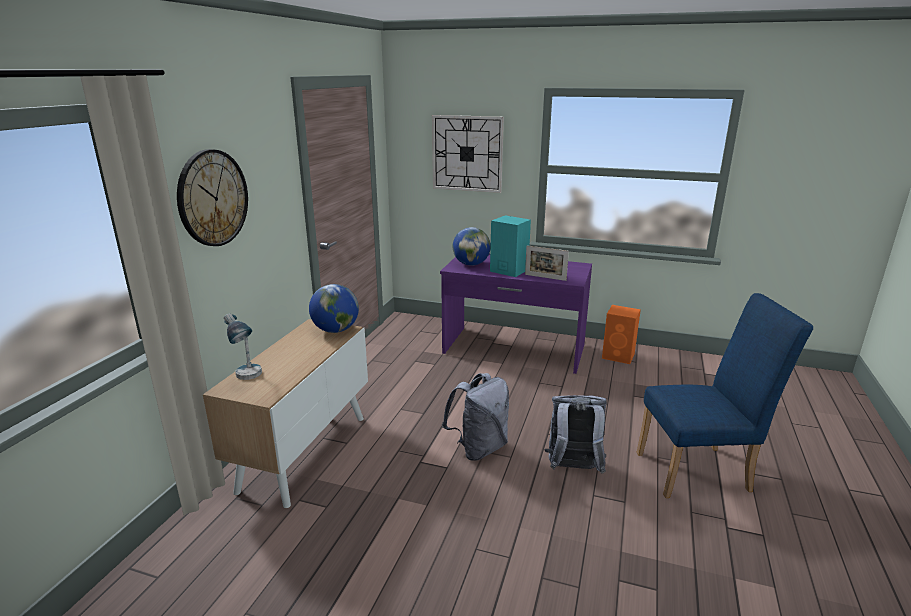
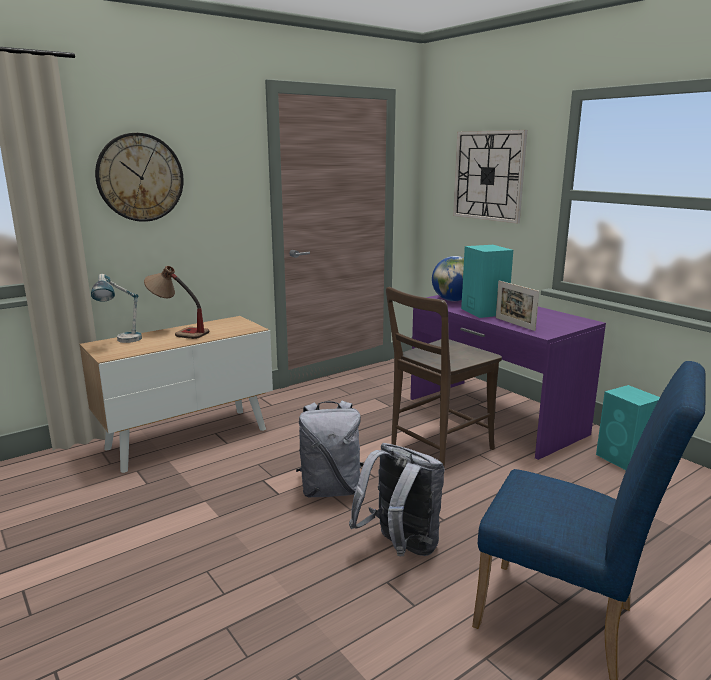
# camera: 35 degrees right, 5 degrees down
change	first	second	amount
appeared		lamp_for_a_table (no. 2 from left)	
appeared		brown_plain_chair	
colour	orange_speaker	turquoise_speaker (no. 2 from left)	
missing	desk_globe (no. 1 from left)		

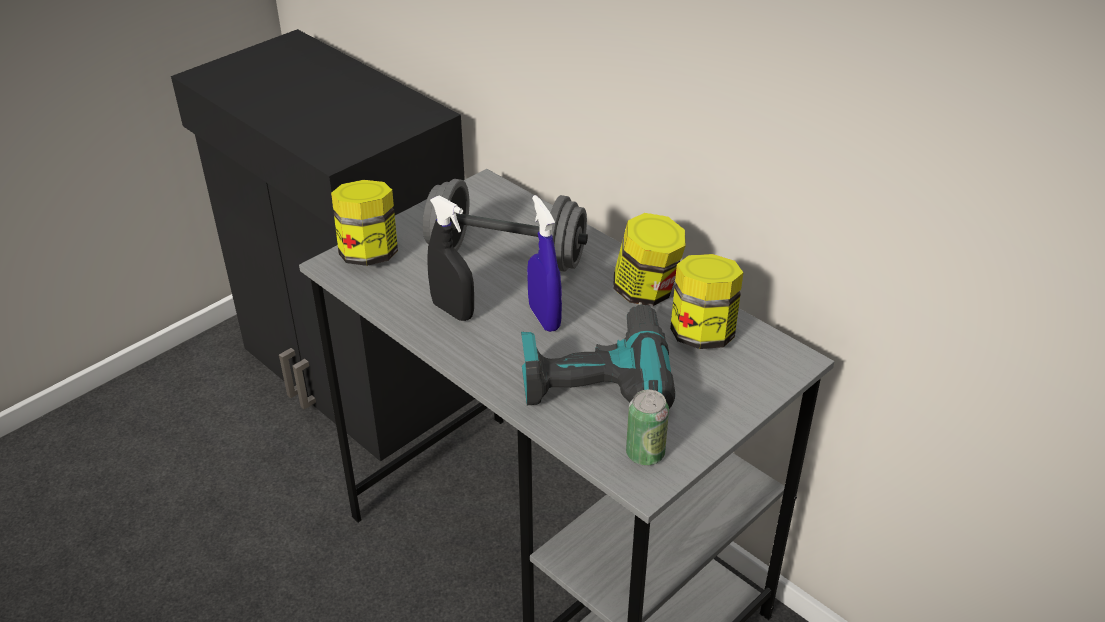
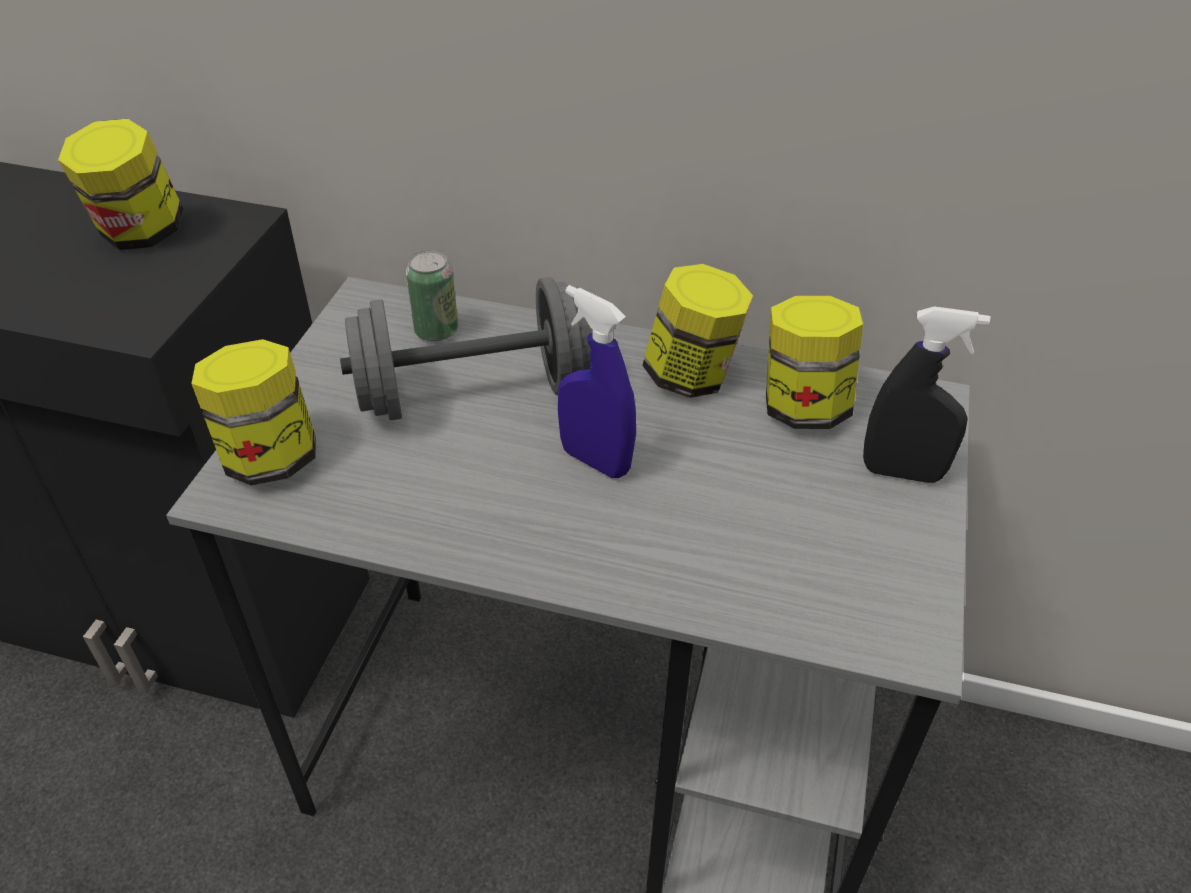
# camera: 30 degrees left, 5 degrees up
change	first	second	amount
appeared		jar (no. 1 from left)	
relocated	sealed_can		
relocated	black_sprayer		
missing	power_drill		

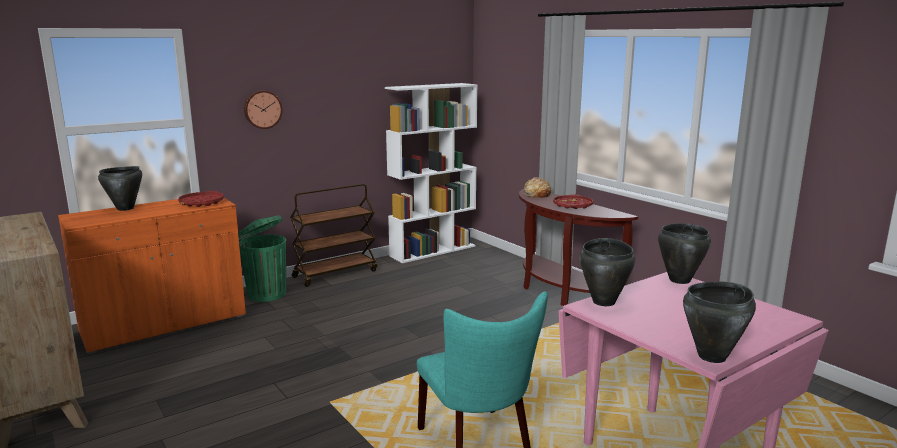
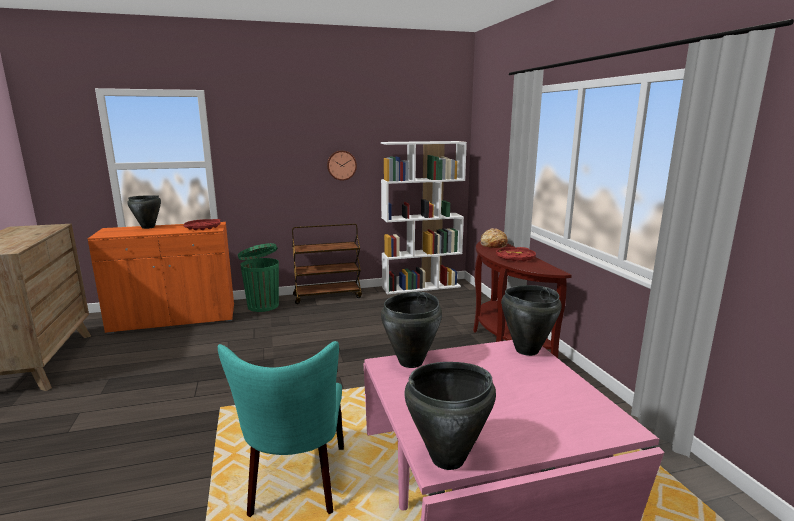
# camera: 20 degrees right, 0 degrees up
change	first	second	amount
relocated	wall_clock		

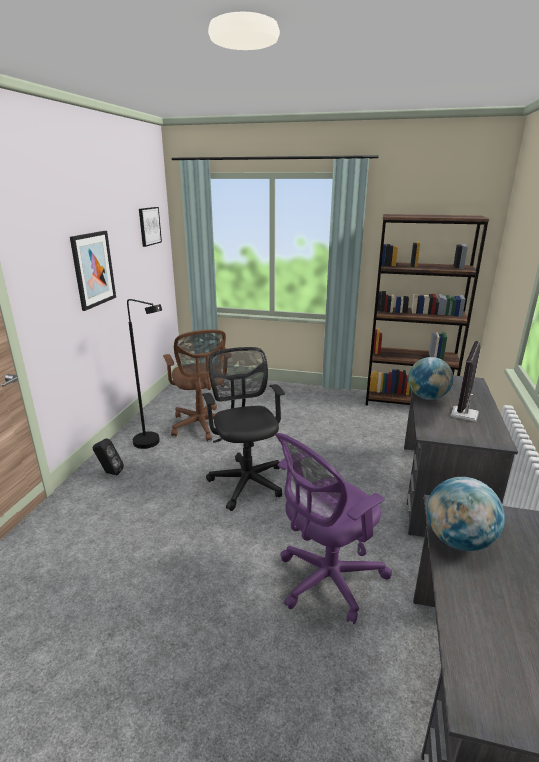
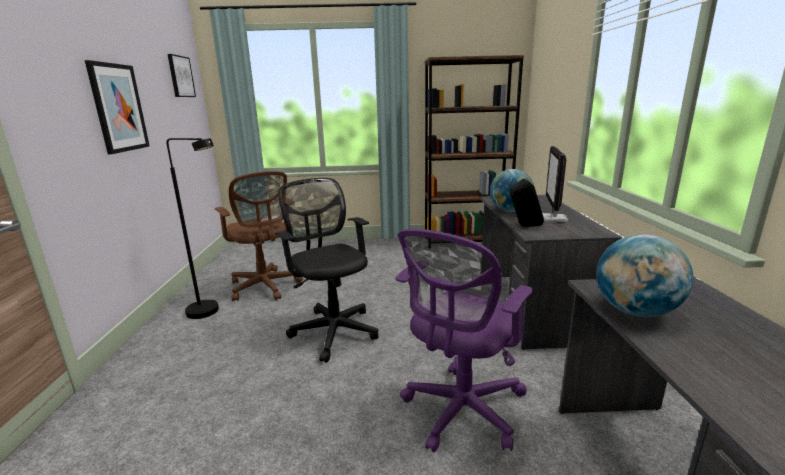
# camera: 15 degrees left, 5 degrees down
change	first	second	amount
relocated	black_speaker		

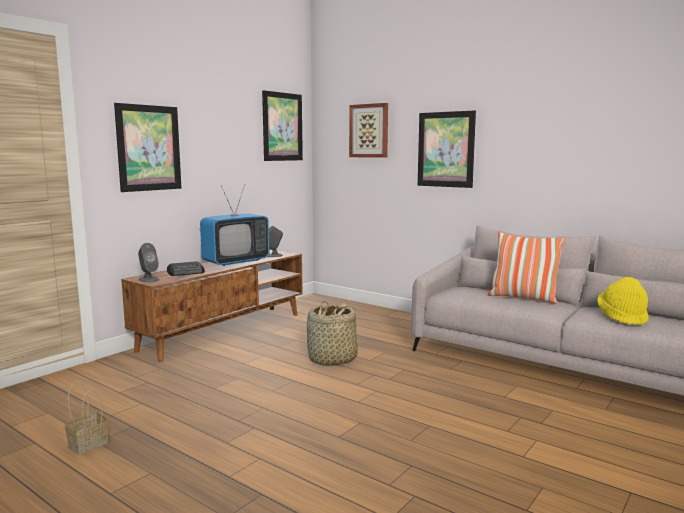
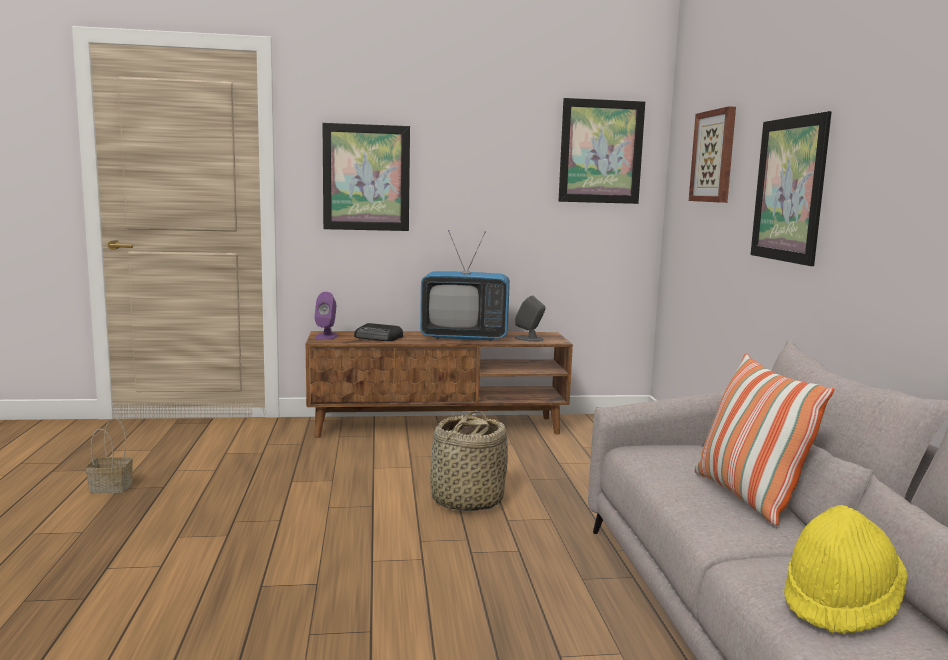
# camera: 45 degrees right, 0 degrees up
change	first	second	amount
colour	gray_speaker (no. 1 from left)	purple-coloured_speaker	

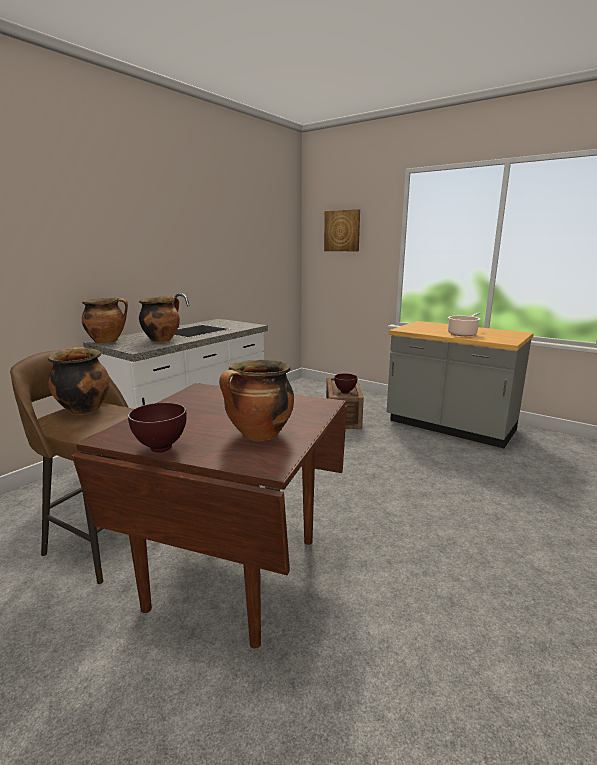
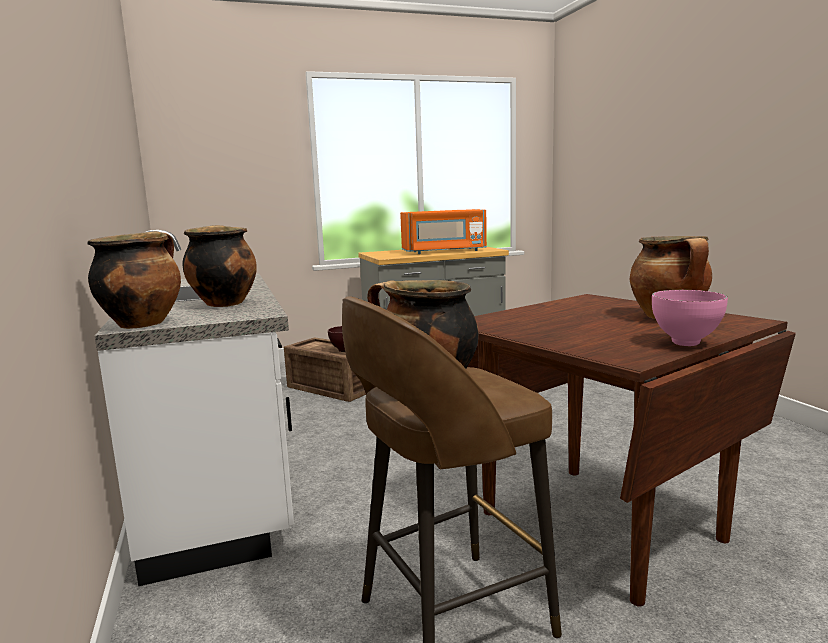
# camera: 55 degrees left, 5 degrees down
change	first	second	amount
exchanged	saucepot (no. 5 from left)	orange_kitchen_microwave	
colour	brown_serving_bowl (no. 1 from left)	pink_serving_bowl	
missing	wall_art		

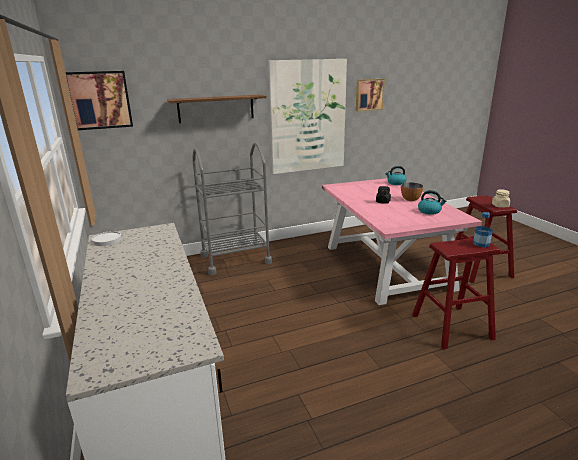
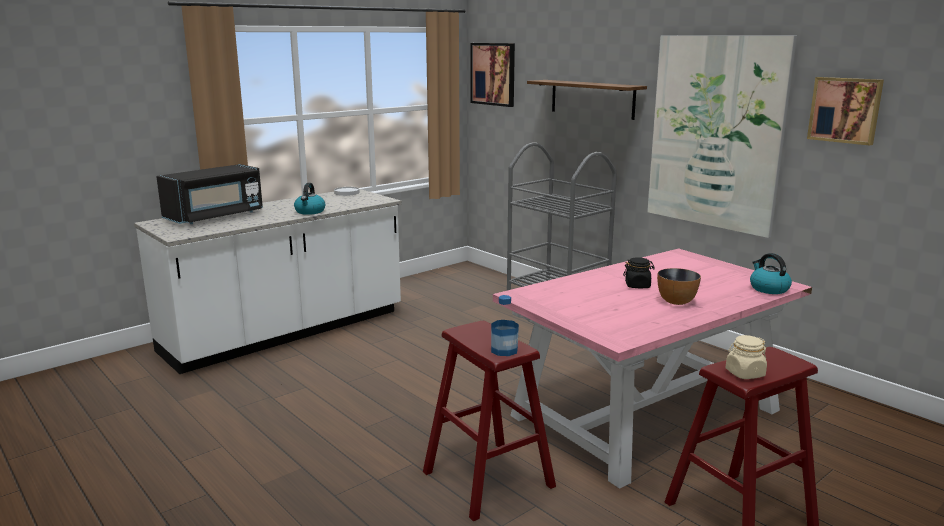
# camera: 70 degrees right, 5 degrees down
change	first	second	amount
appeared		black_kitchen_microwave	
relocated	tea_kettle (no. 2 from left in the first image)	tea_kettle (no. 1 from left)	

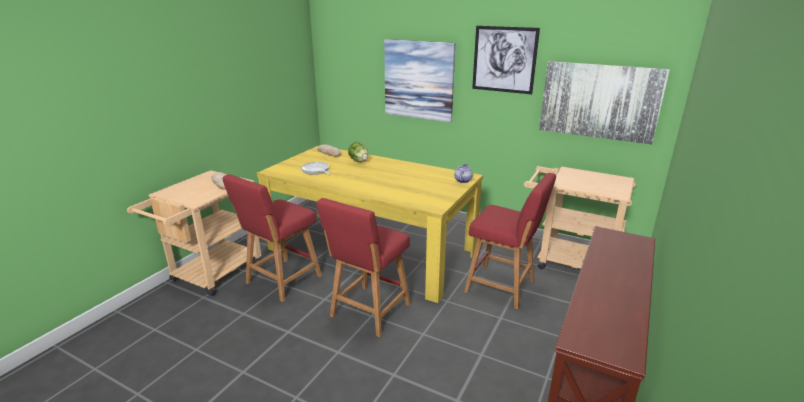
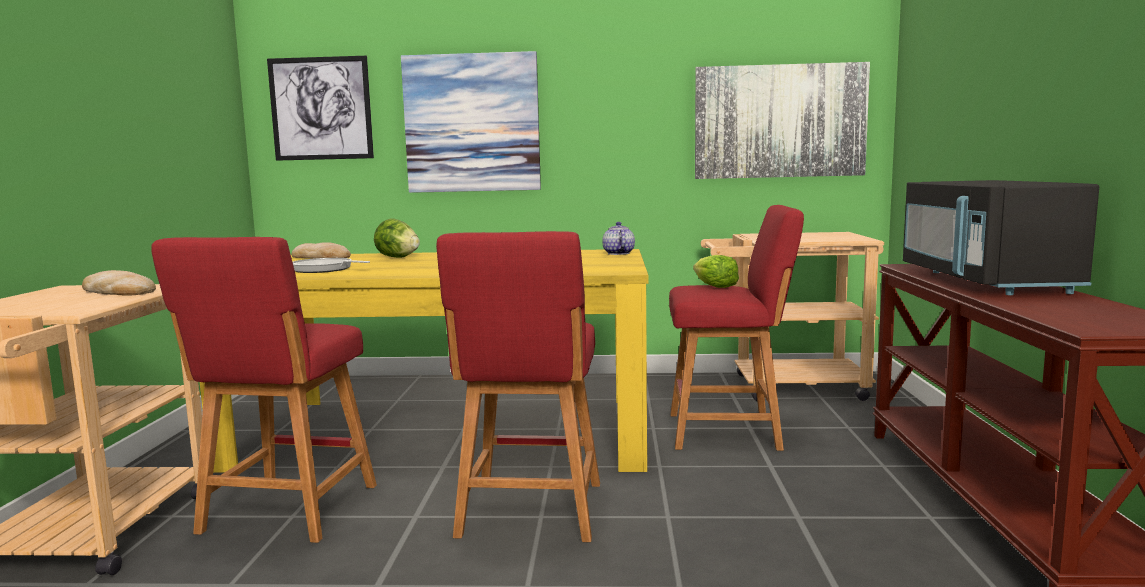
# camera: 25 degrees left, 15 degrees down
change	first	second	amount
relocated	wall_art (no. 2 from left in the first image)	wall_art (no. 1 from left)	
appeared		head_of_lettuce (no. 2 from left)	
appeared		black_kitchen_microwave	

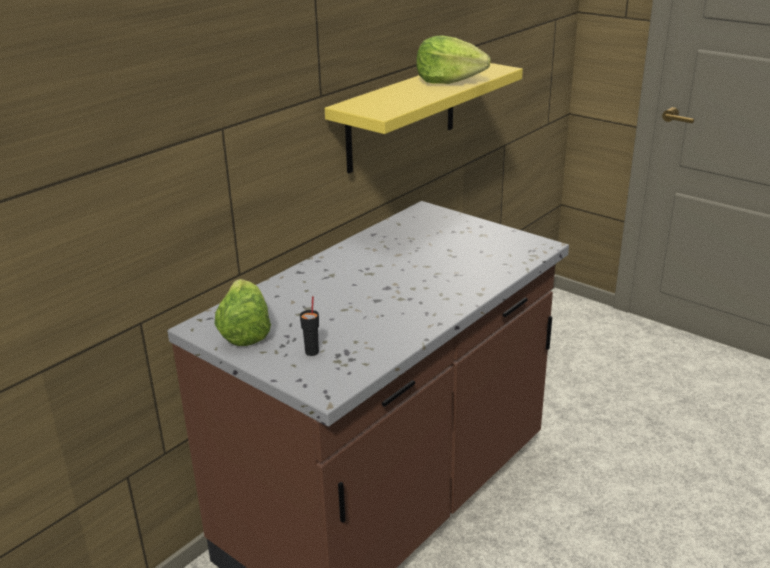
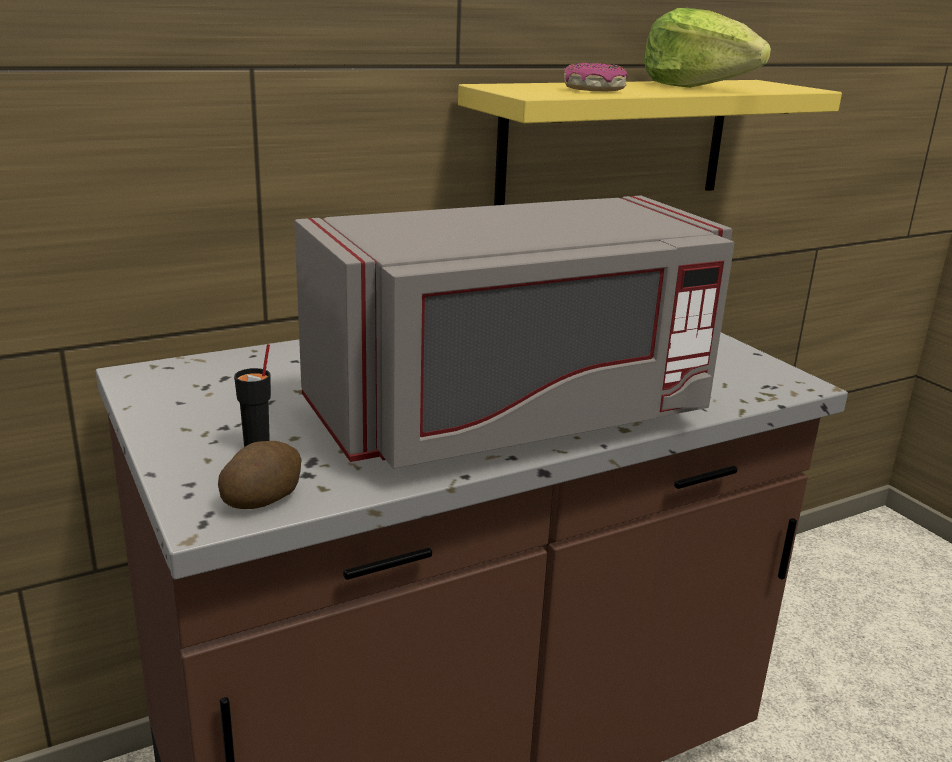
# camera: 20 degrees right, 5 degrees down
change	first	second	amount
appeared		whole_potato	
appeared		gray_kitchen_microwave	
appeared		doughnut	
missing	head_of_lettuce (no. 1 from left)		

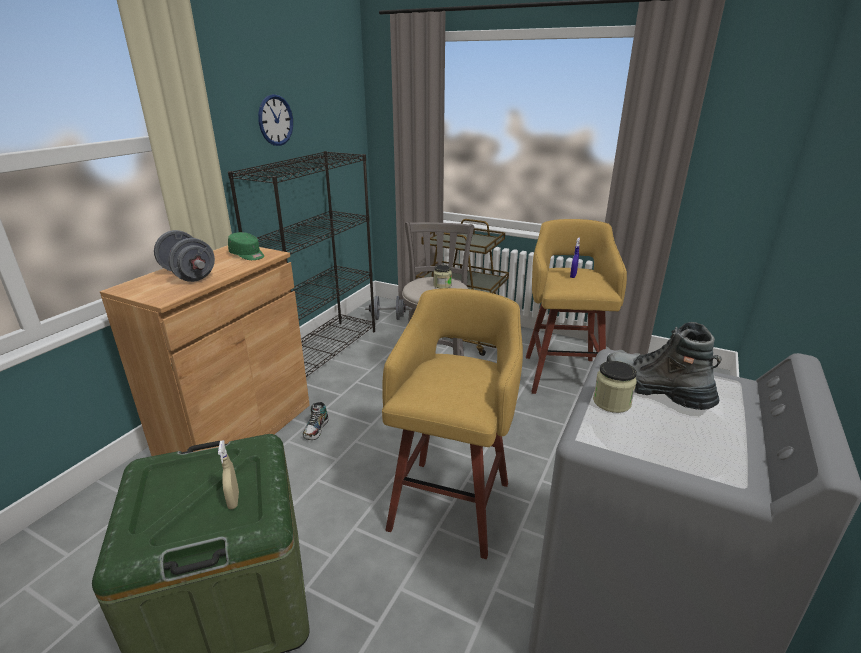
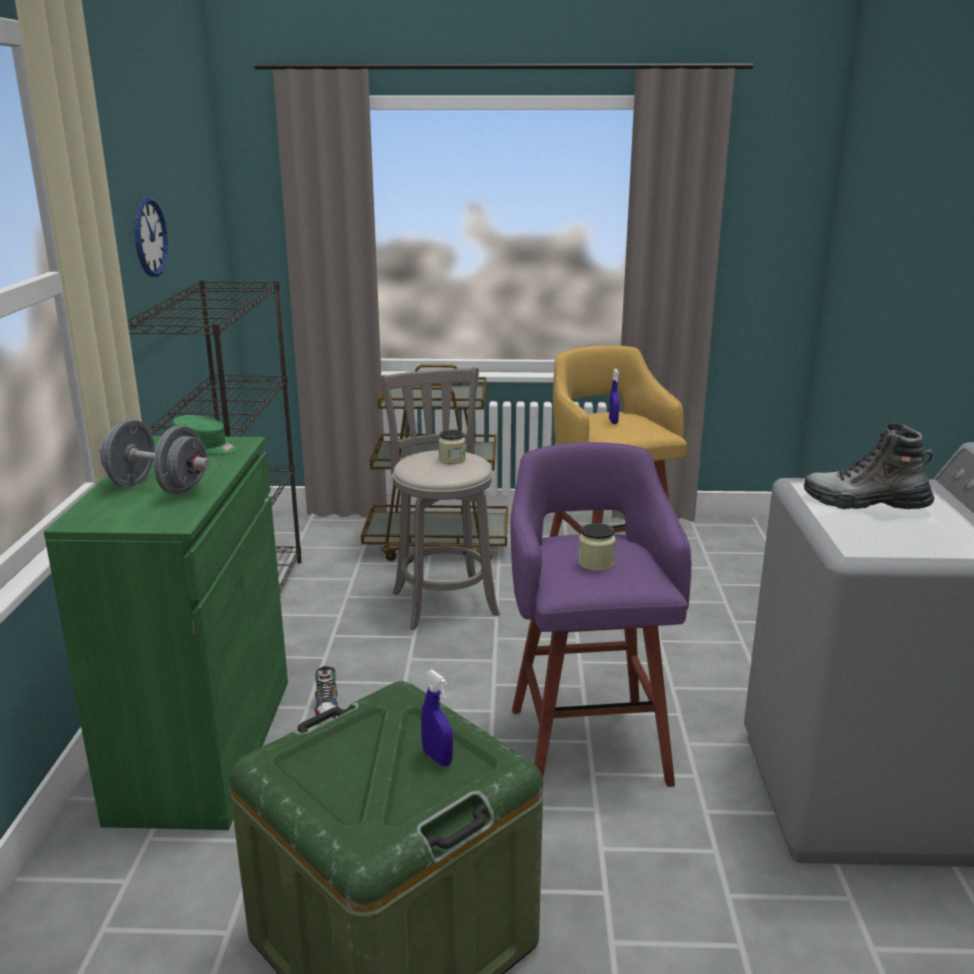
# camera: 25 degrees left, 5 degrees down
change	first	second	amount
colour	brown_storage_cabinet	green-coloured_storage_cabinet	
colour	sand-coloured_sprayer	blue-coloured_sprayer (no. 1 from left)	
colour	yellow-coloured_stool_seat (no. 1 from left)	purple-coloured_stool_seat	
relocated	jar (no. 2 from left)		
missing	gray_free_weight (no. 2 from left)		

